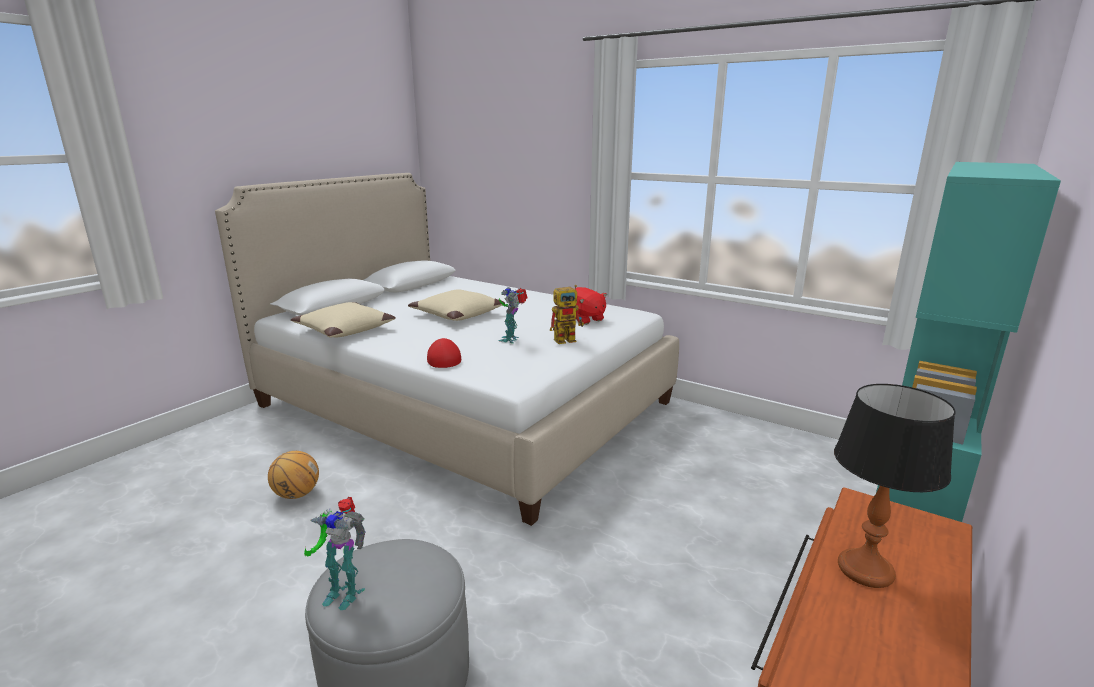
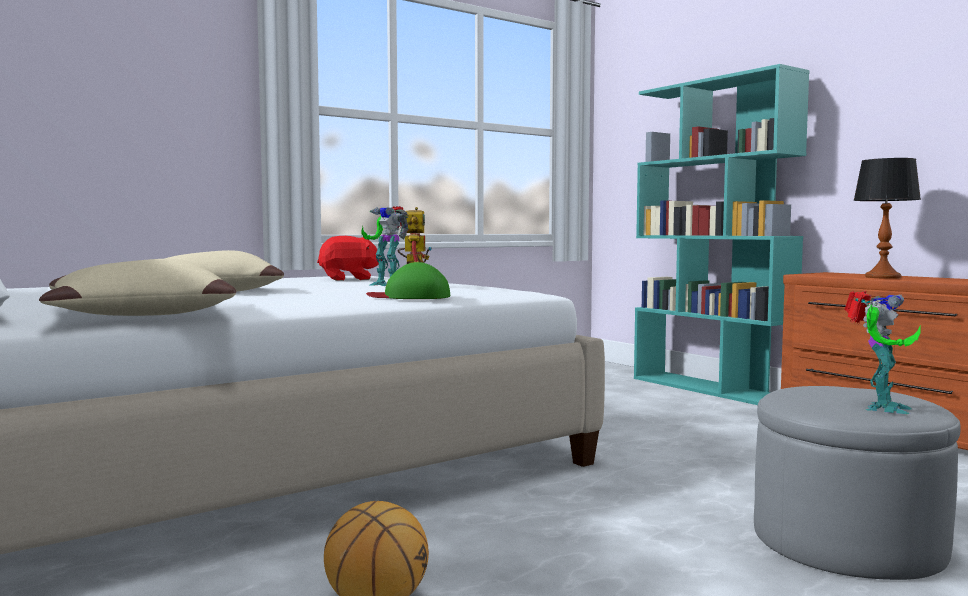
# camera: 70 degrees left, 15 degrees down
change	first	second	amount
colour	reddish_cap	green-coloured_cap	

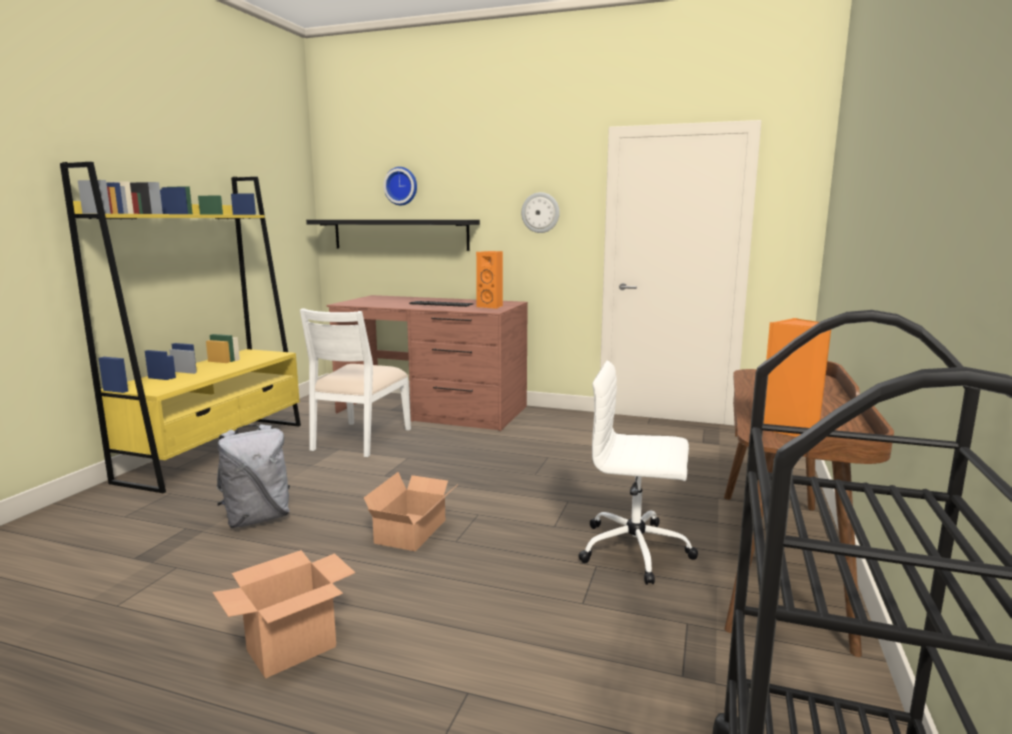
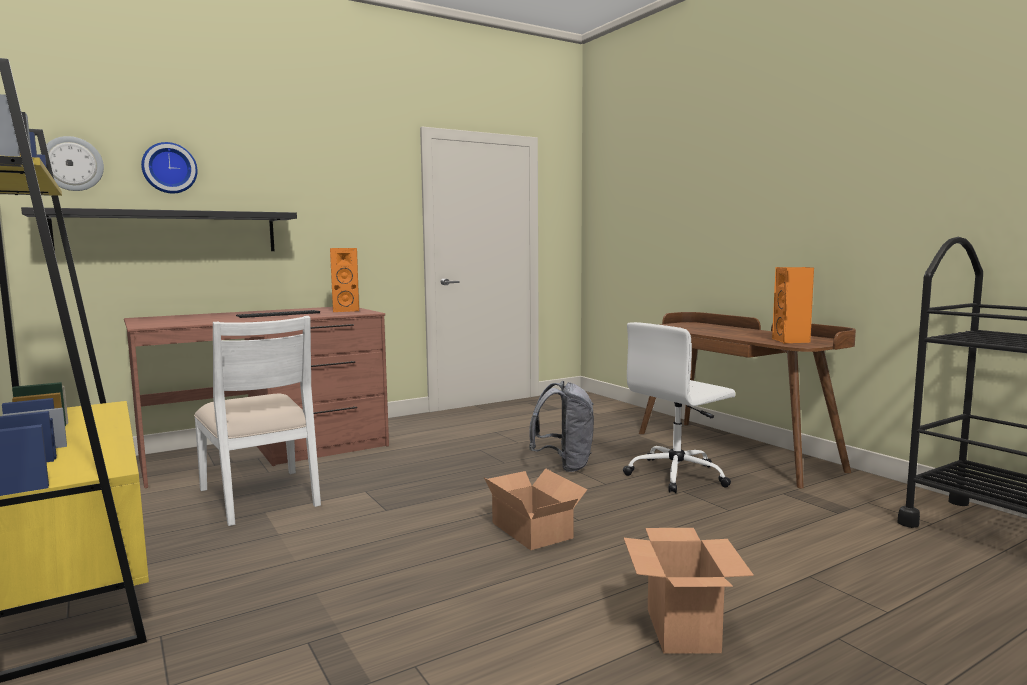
# camera: 50 degrees left, 5 degrees down
change	first	second	amount
relocated	wall_clock (no. 2 from left in the first image)	wall_clock (no. 1 from left)	
relocated	gray_rucksack		

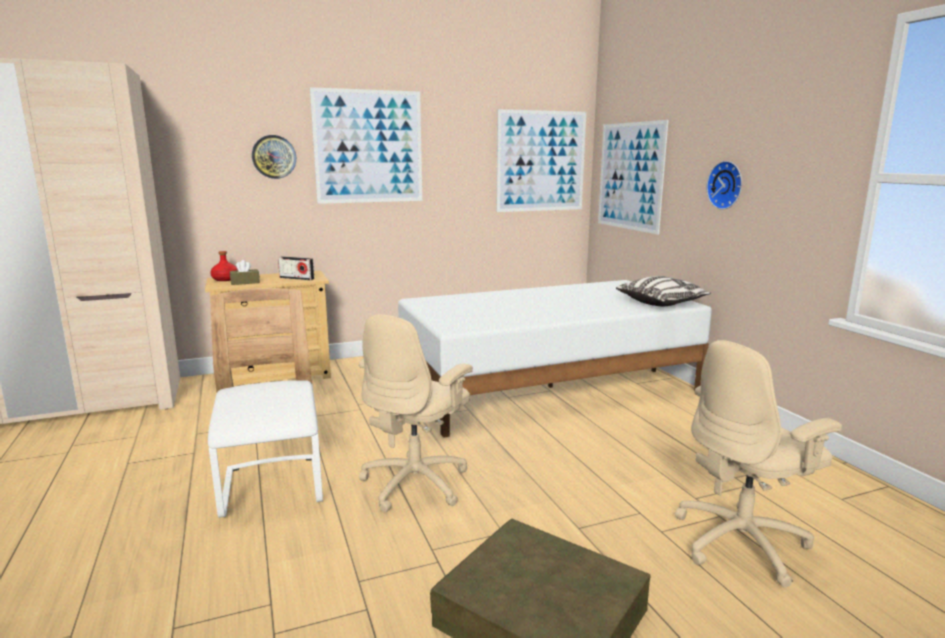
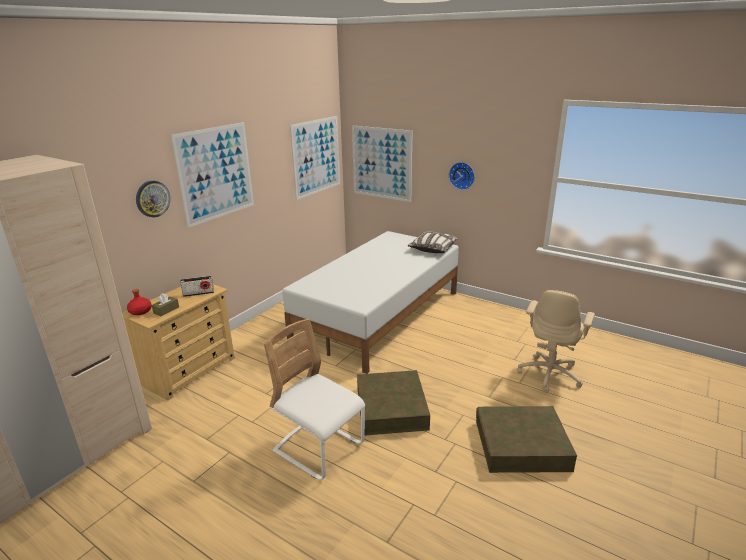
# camera: 35 degrees left, 10 degrees up
change	first	second	amount
exchanged	sand-coloured_office_chair (no. 1 from left)	brown_storage_container (no. 1 from left)	

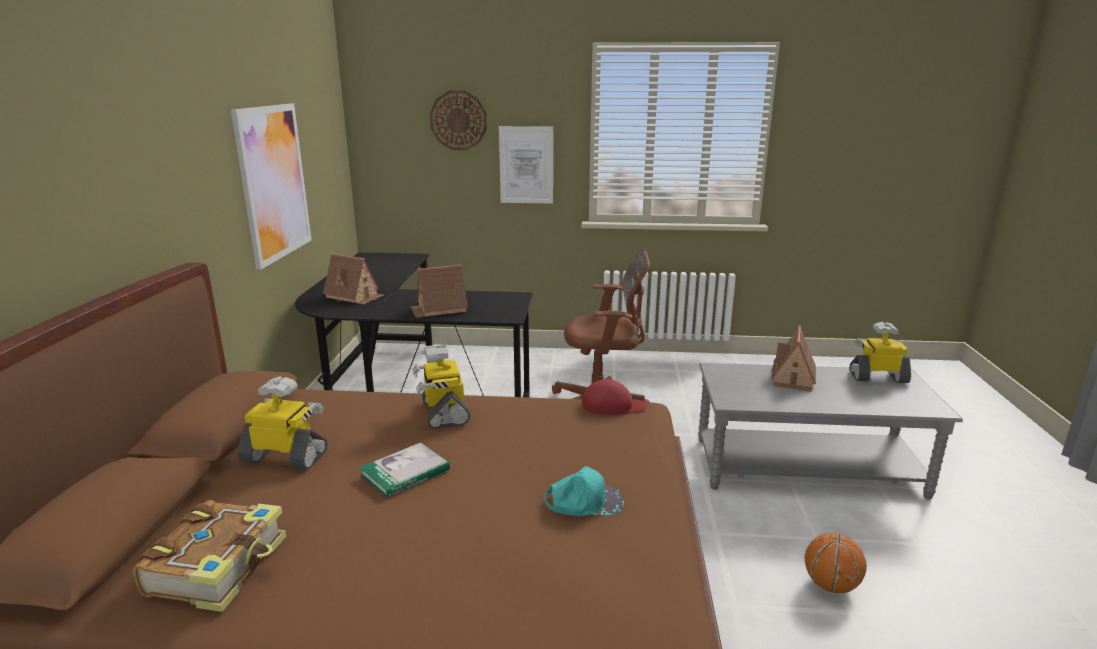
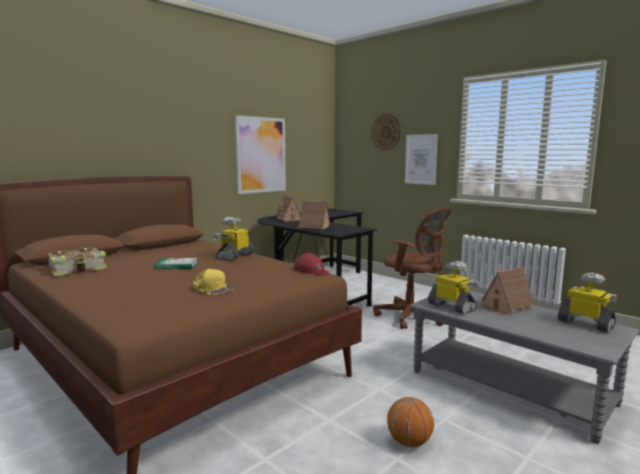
# camera: 40 degrees right, 10 degrees down
change	first	second	amount
colour	turquoise_cap	yellow-coloured_cap	
relocated	toy_robot (no. 1 from left in the first image)	toy_robot (no. 2 from left)	

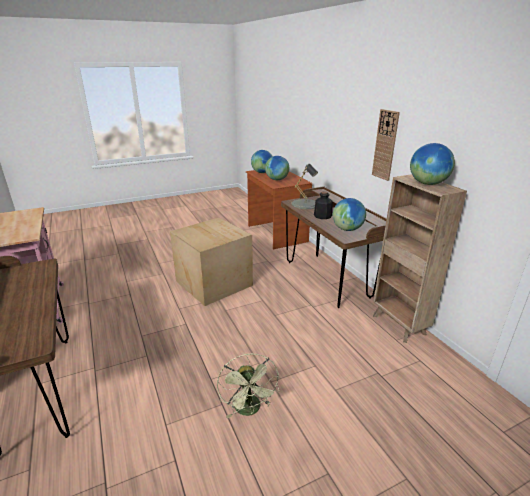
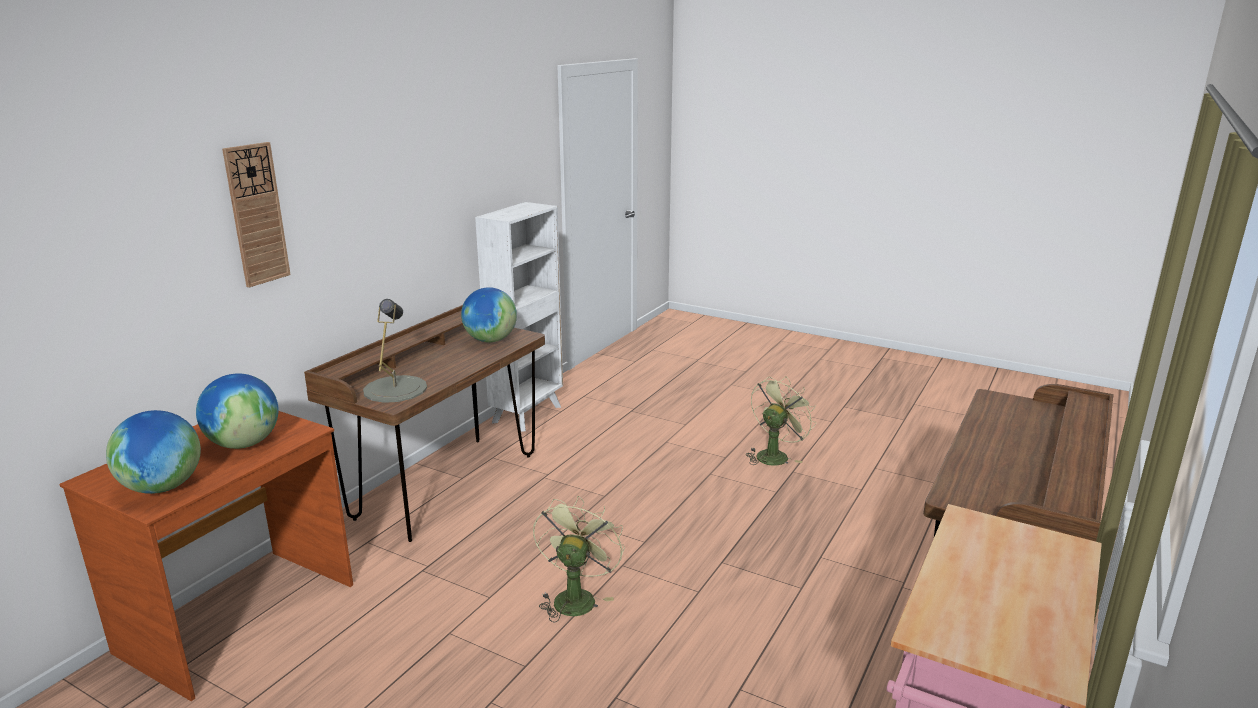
# camera: 125 degrees left, 5 degrees down
change	first	second	amount
relocated	wall_clock		
colour	brown_bookcase	whitish_bookcase	
exchanged	cardboard_box	green-coloured_fan (no. 1 from left)	
missing	bottle		
missing	desk_globe (no. 4 from left)		

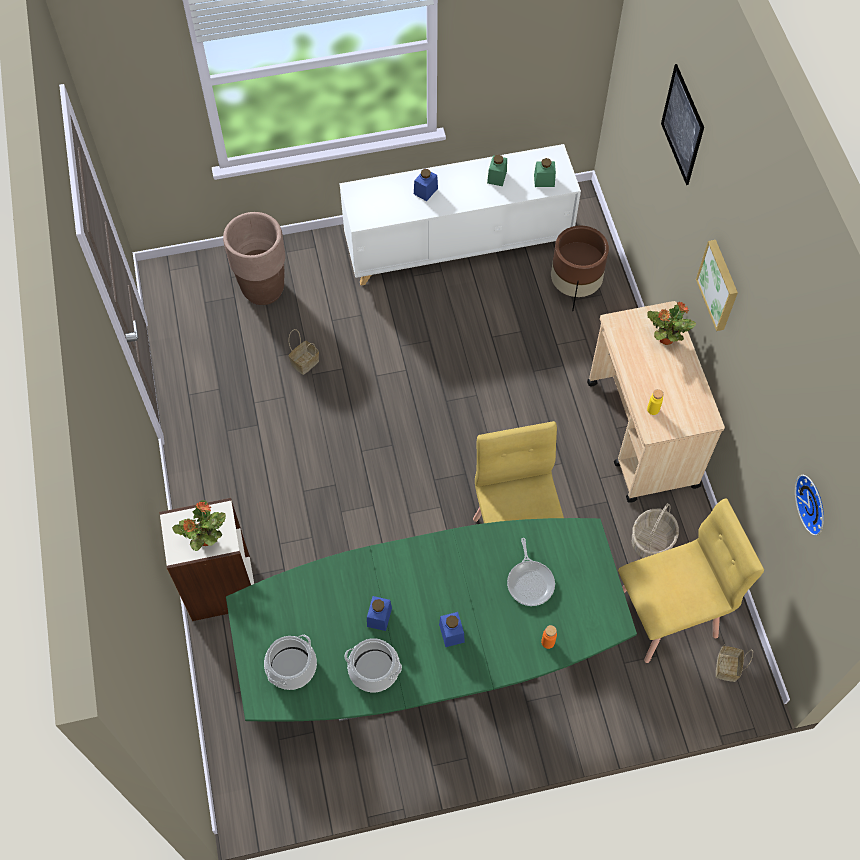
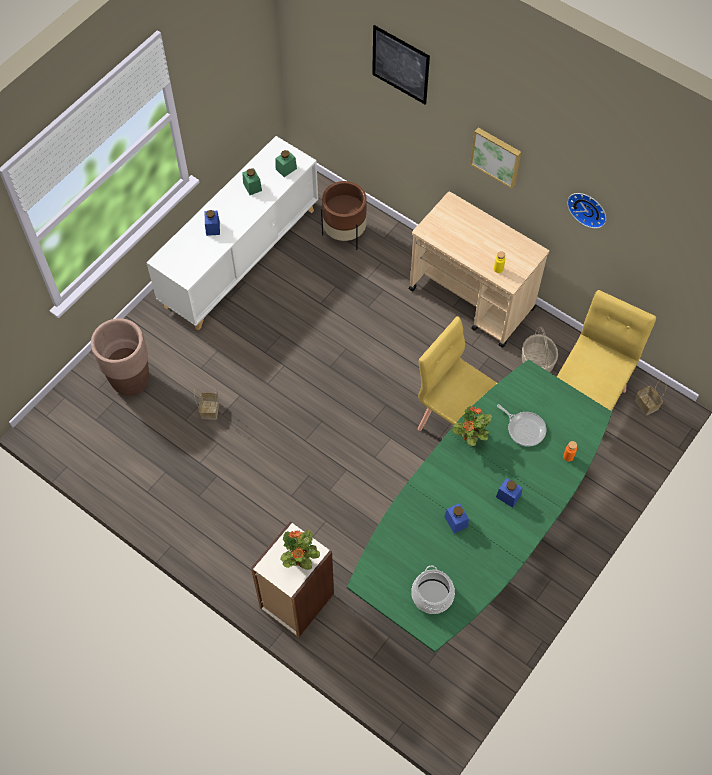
# camera: 40 degrees left, 0 degrees up
change	first	second	amount
relocated	houseplant (no. 2 from left)		
relocated	wall_clock		
missing	saucepot (no. 2 from left)		

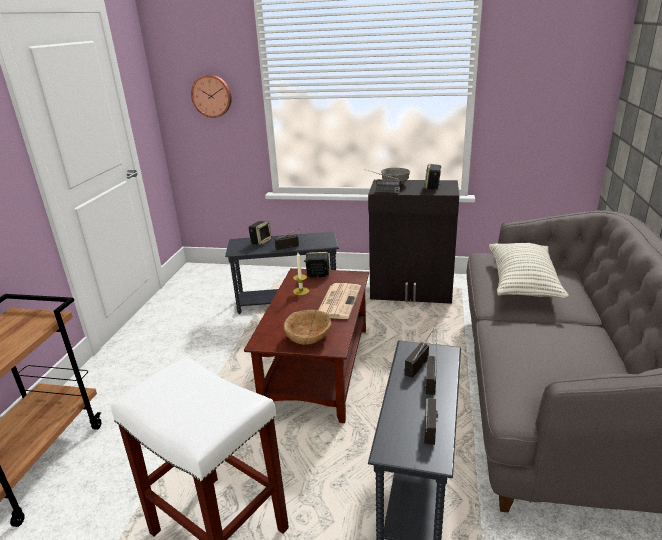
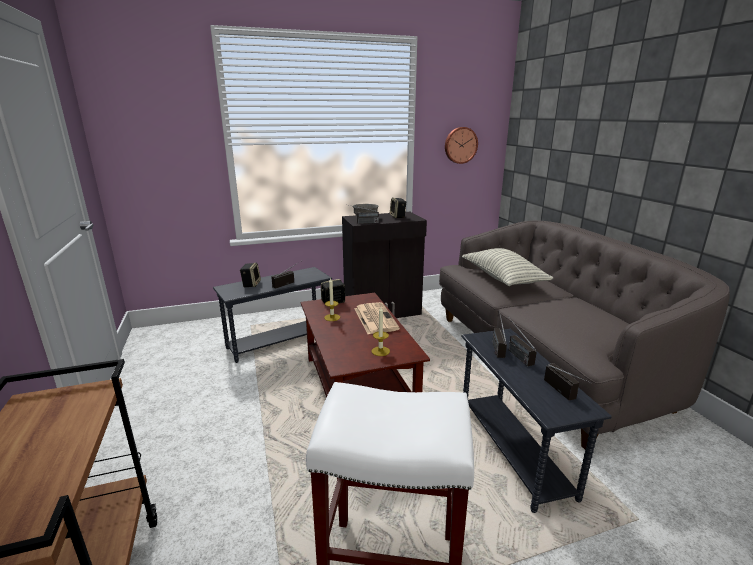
# camera: 30 degrees left, 5 degrees down
change	first	second	amount
exchanged	brown_serving_bowl	candle (no. 2 from left)	
relocated	wall_clock		

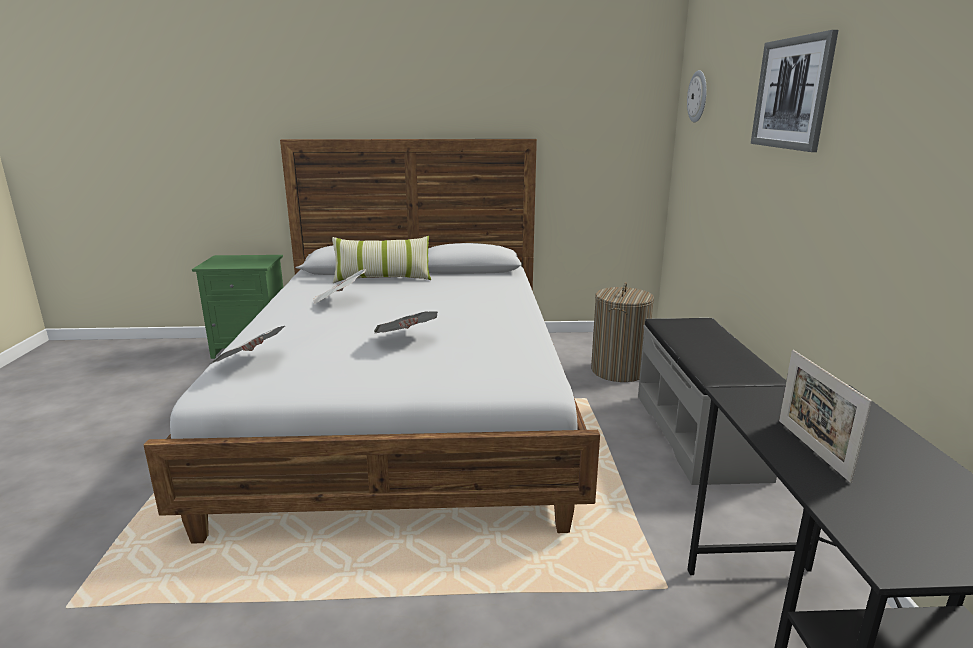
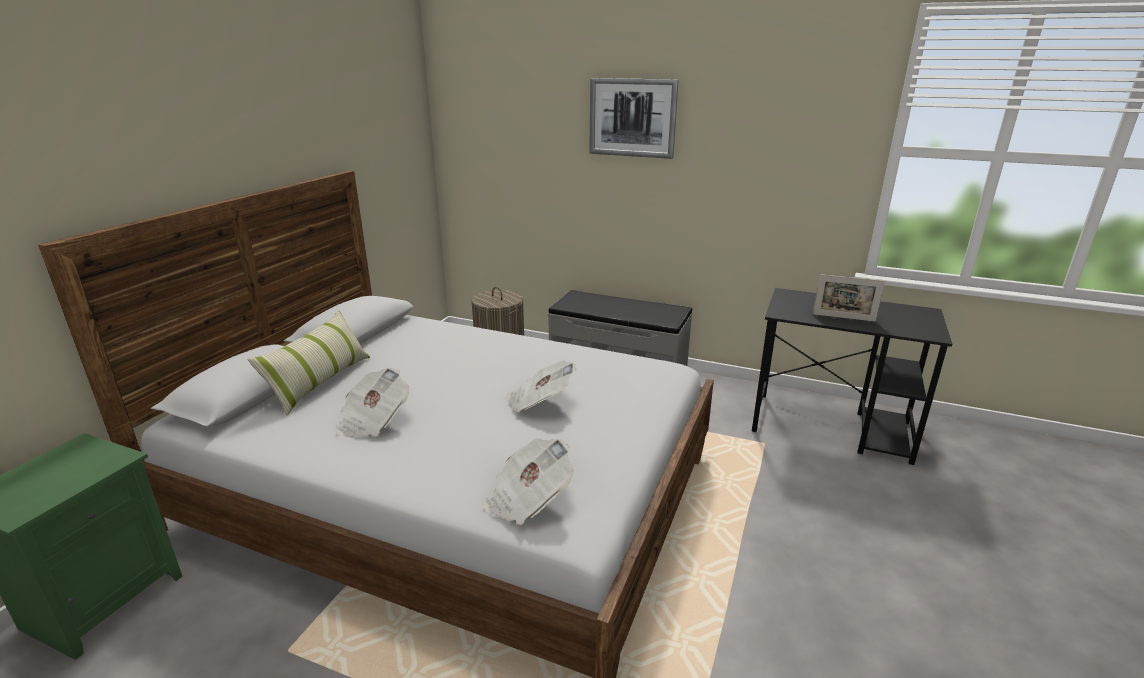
# camera: 65 degrees left, 5 degrees up
change	first	second	amount
missing	wall_clock		

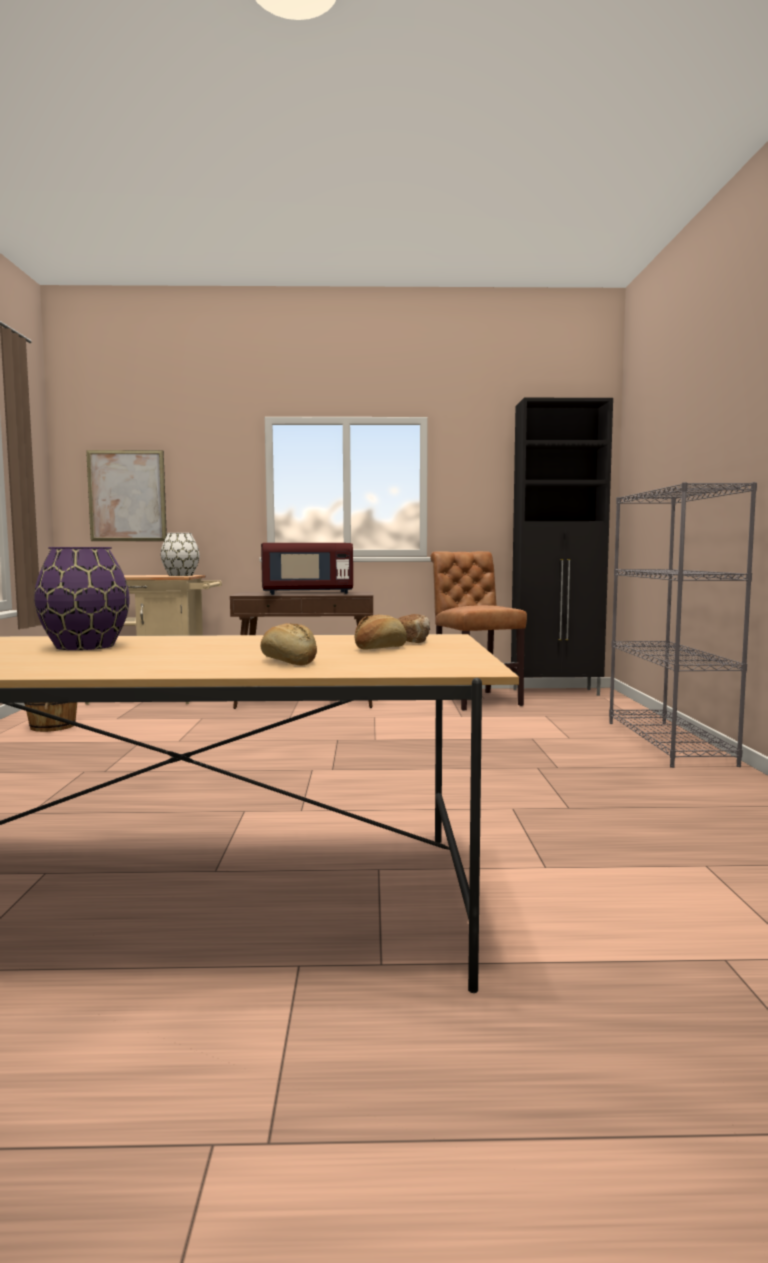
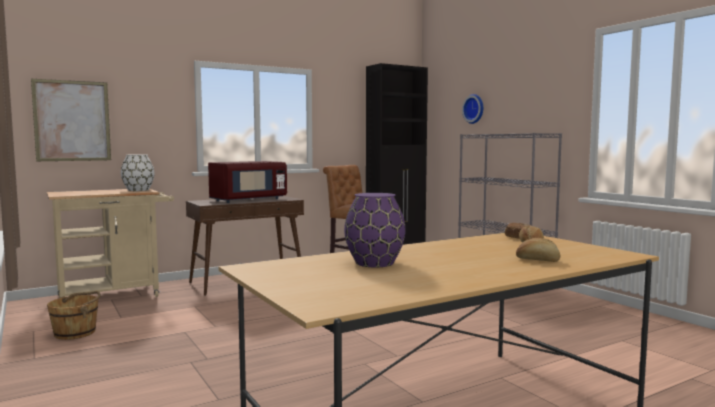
# camera: 30 degrees left, 0 degrees up
change	first	second	amount
appeared		wall_clock	

